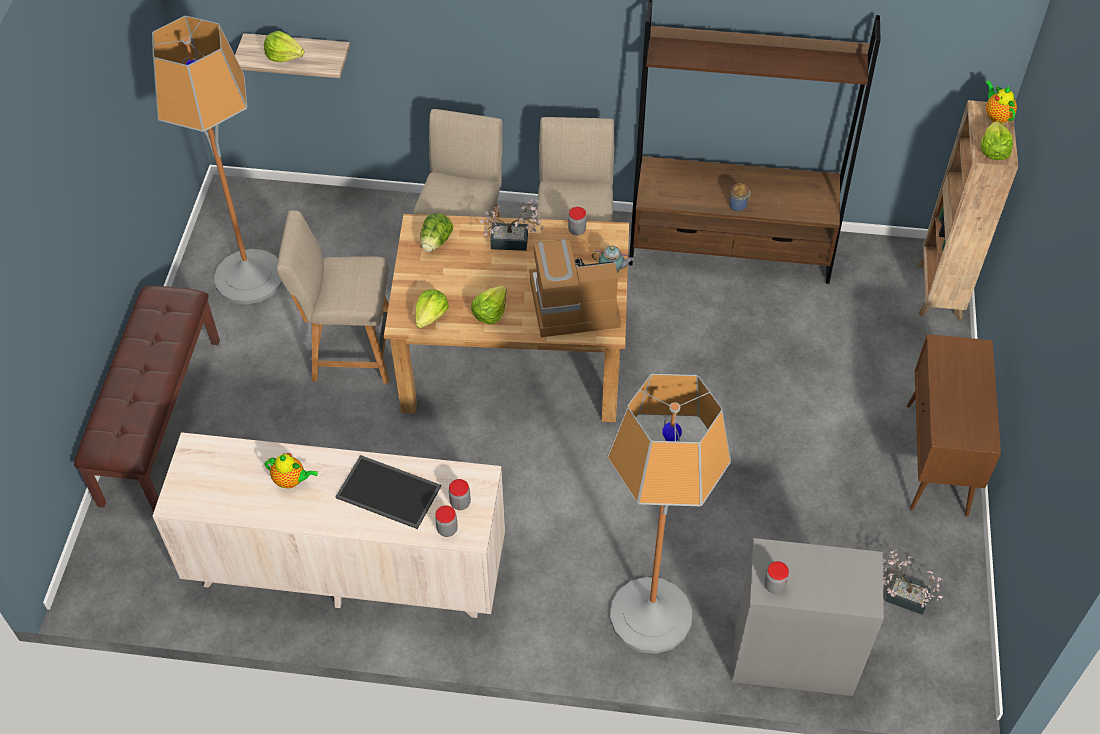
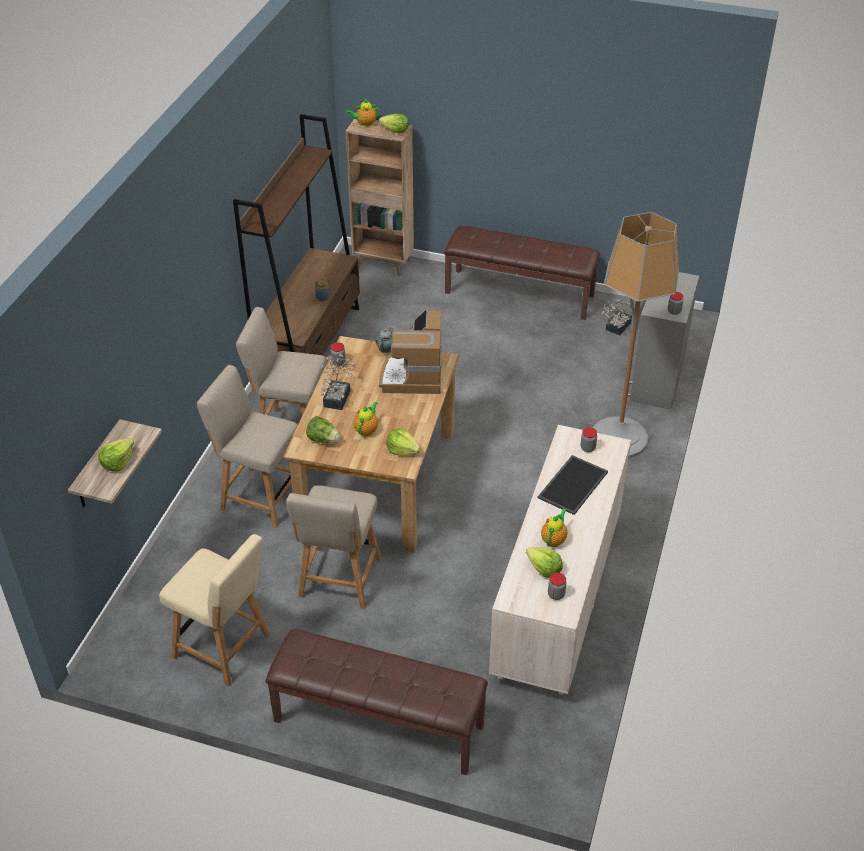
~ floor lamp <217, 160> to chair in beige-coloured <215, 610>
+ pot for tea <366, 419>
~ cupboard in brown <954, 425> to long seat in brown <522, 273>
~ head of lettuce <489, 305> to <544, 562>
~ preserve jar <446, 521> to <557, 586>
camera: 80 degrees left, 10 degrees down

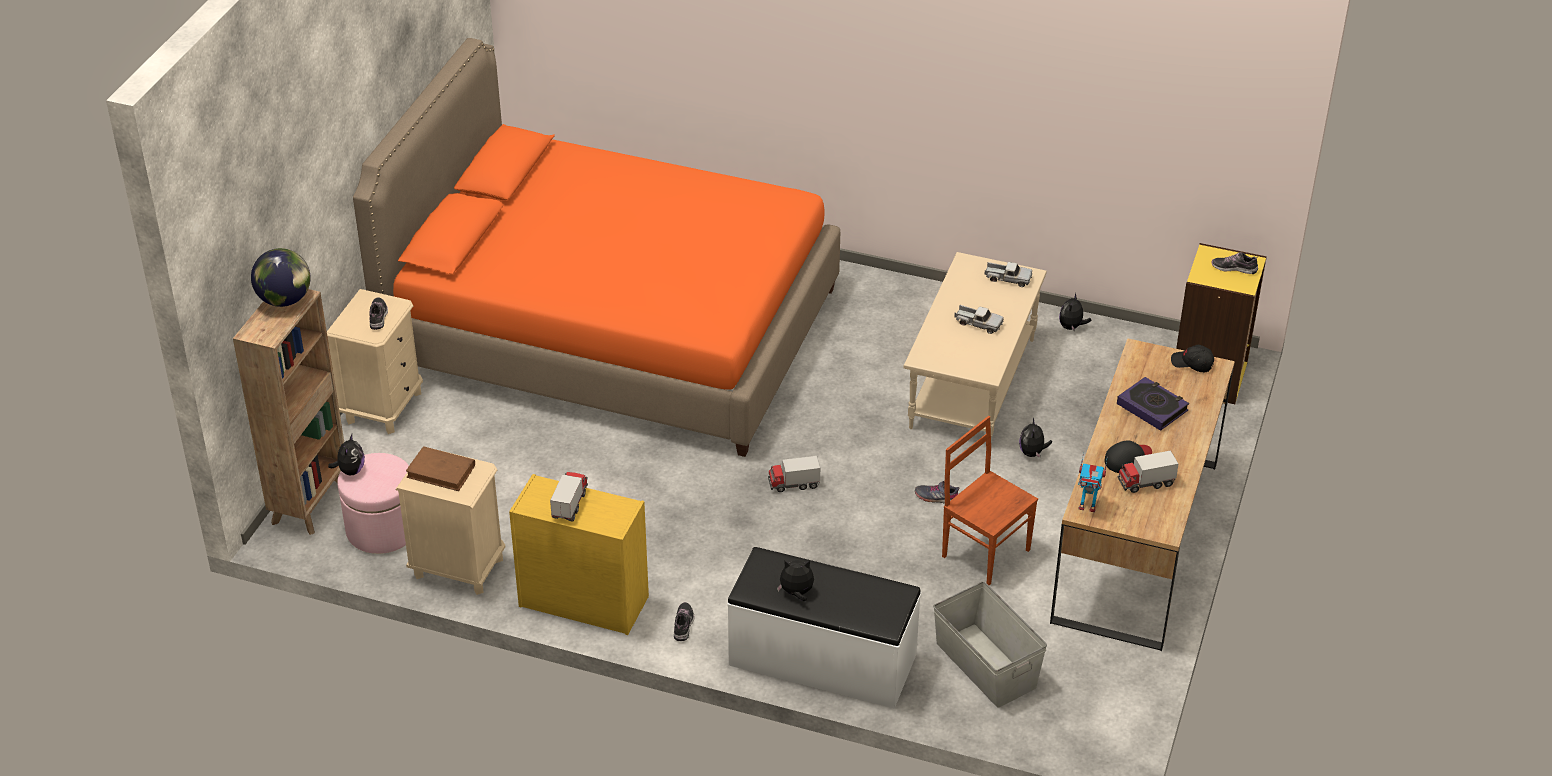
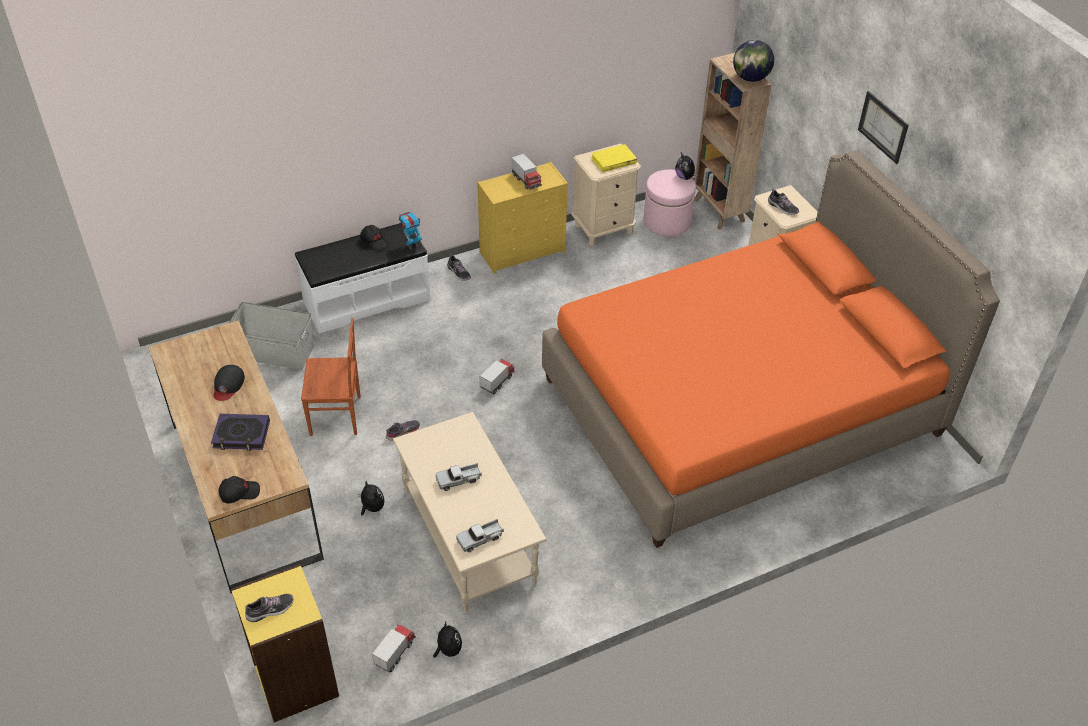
~ cuddly toy <795, 580> to cap in black <374, 238>
~ model truck <1147, 471> to <394, 648>
~ model robot <1092, 482> to <410, 230>
~ book in brown <440, 468> to book in yellow <613, 158>
+ wall art <883, 127>
camera: 135 degrees right, 5 degrees up

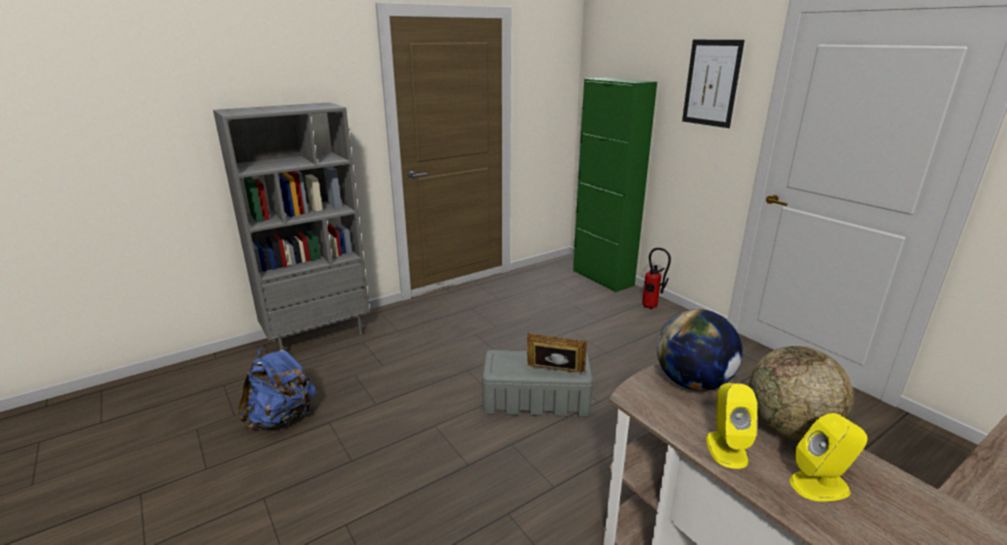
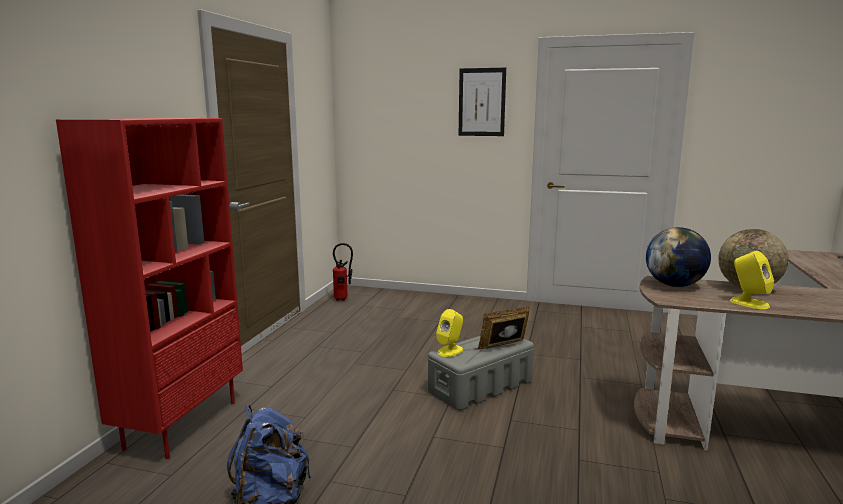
~ bookshelf in grey <291, 227> to bookshelf in red-coloured <149, 288>
~ fire extinguisher <656, 278> to <343, 272>
~ audio speaker in yellow <828, 457> to <449, 333>
- cupboard in green-coloured <615, 185>
camera: 40 degrees left, 10 degrees down

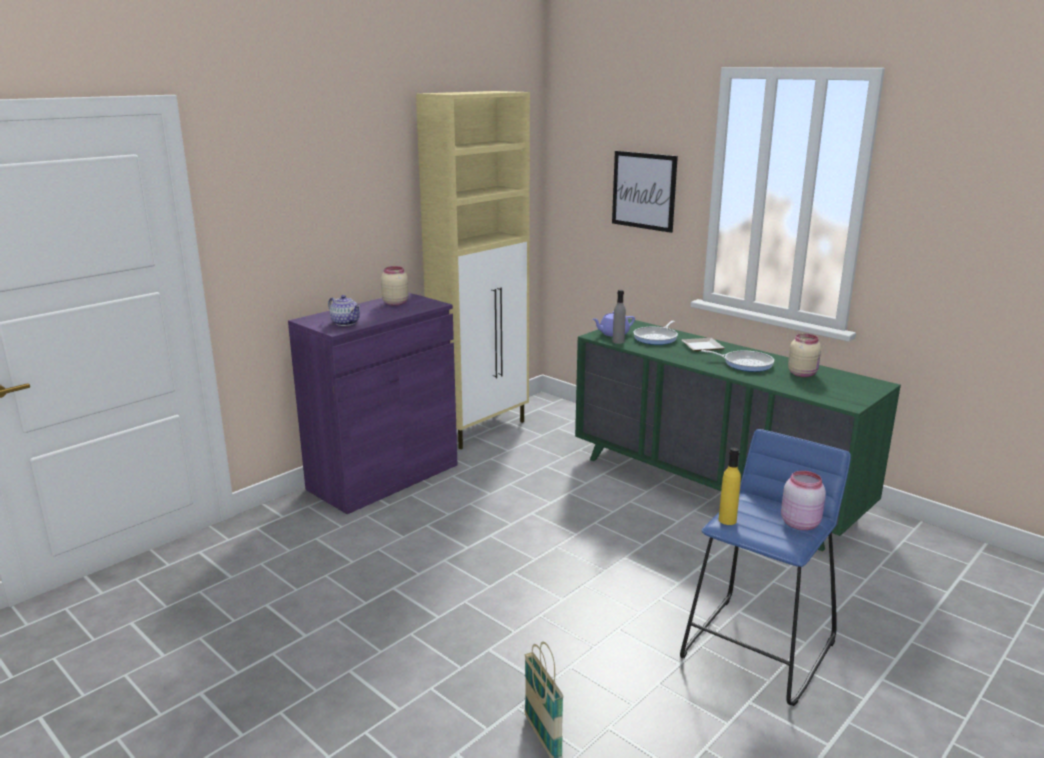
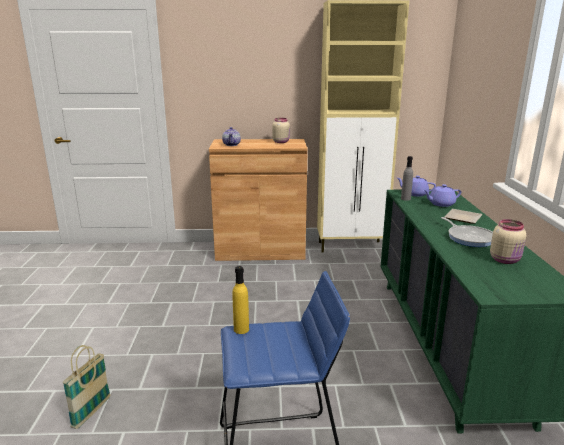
~ cupboard in purple-coloured <373, 403> to cupboard in brown <258, 200>
~ frying pan <655, 332> to pot for tea in purple-coloured <442, 195>
- wall art <645, 192>
- preserve jar in pinkish <803, 500>
camera: 45 degrees right, 0 degrees up

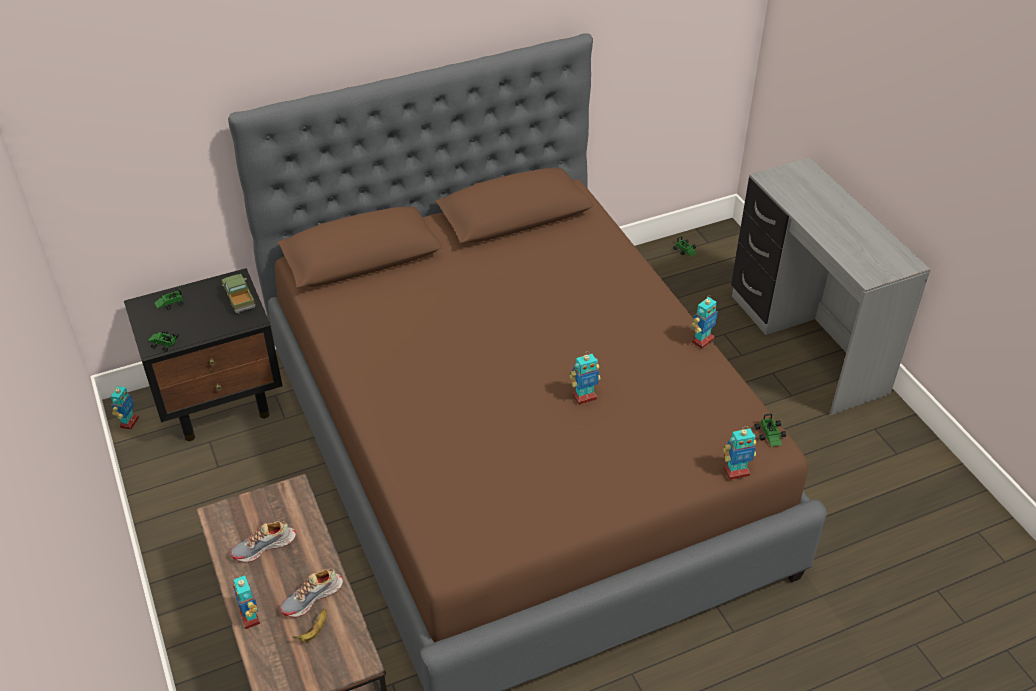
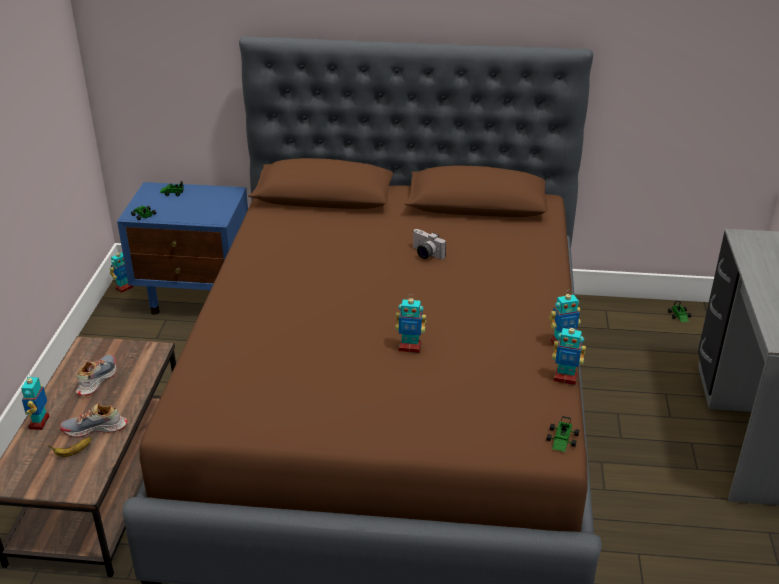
~ low shoe <263, 542> = <96, 375> 105 degrees clockwise
~ night table in black <203, 354> to night table in blue <182, 248>
+ photo camera <429, 244>
~ model robot <739, 453> to <569, 354>
- model truck <238, 294>
camera: 30 degrees right, 10 degrees down

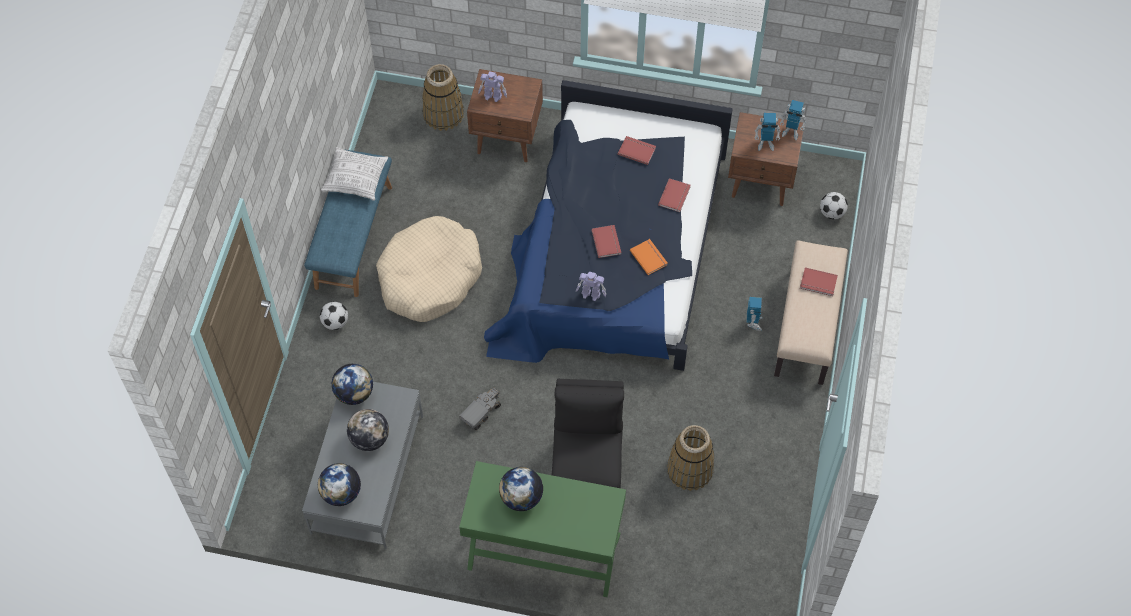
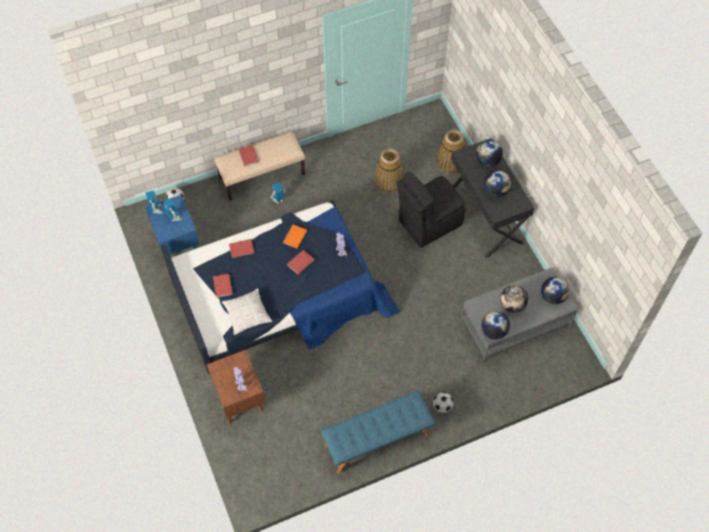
~ night table in brown <766, 159> to night table in blue <172, 226>
~ pillow <354, 174> to <247, 311>
~ basket <443, 97> to <451, 152>
~ desk in green-coloured <542, 529> to desk in black <493, 198>
+ globe <489, 153>
- pet bed in beige-coloured <429, 269>
- model truck <480, 409>
camera: 125 degrees left, 0 degrees up

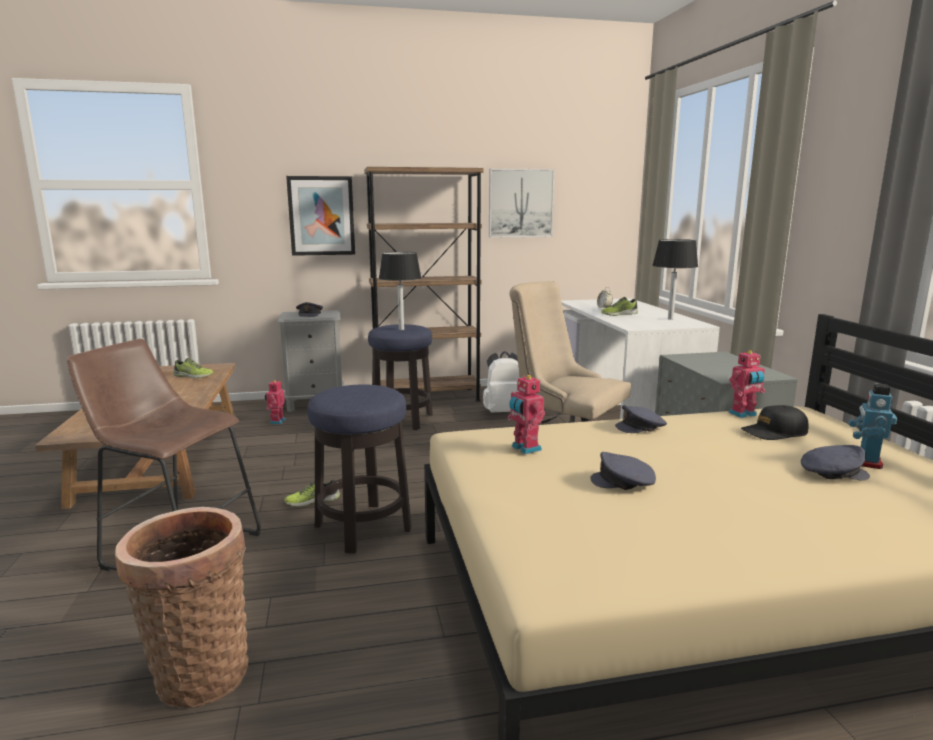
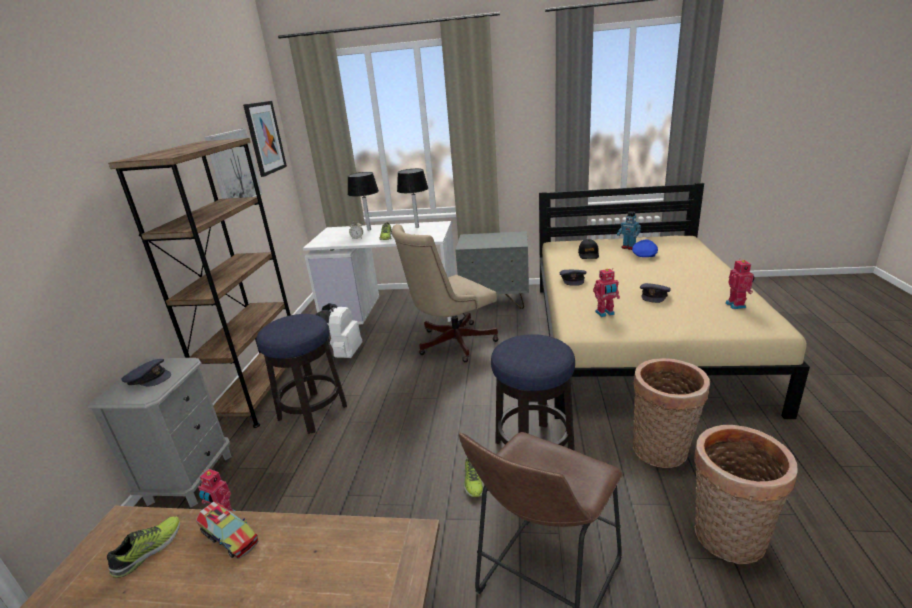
+ model truck <227, 530>
~ wall art <320, 216> to <265, 139>
~ lamp for a table in black <400, 291> to <363, 201>
~ cap in grey <835, 463> to cap in blue <645, 248>
+ basket <671, 413>
~ model robot <746, 384> to <740, 284>
camera: 70 degrees left, 10 degrees up

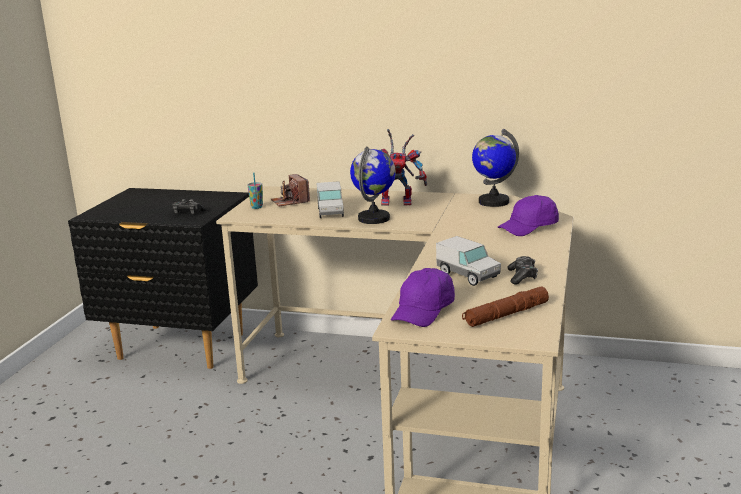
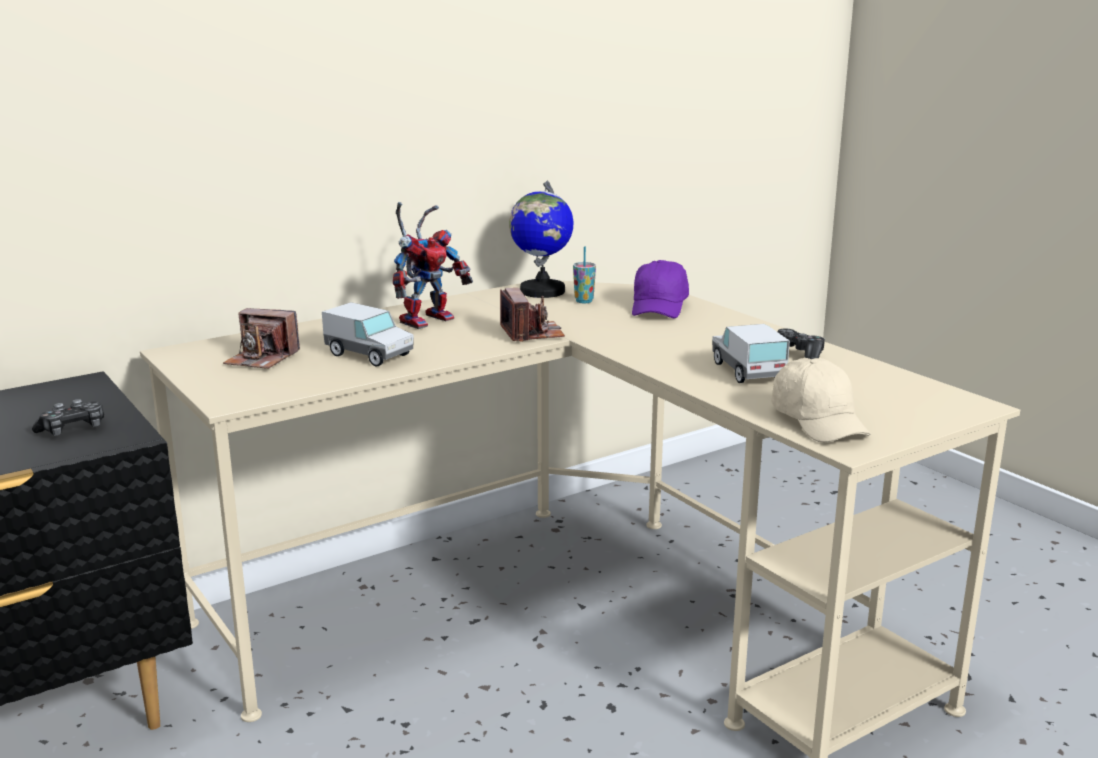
+ photo camera <532, 315>
~ cup <255, 191> to <584, 274>
~ model truck <468, 261> = <751, 353> 105 degrees counterclockwise
~ cap in purple-coloured <423, 297> to cap in beige-coloured <821, 400>
- globe <373, 185>
- flashlight in brown <505, 307>
camera: 50 degrees left, 0 degrees up

